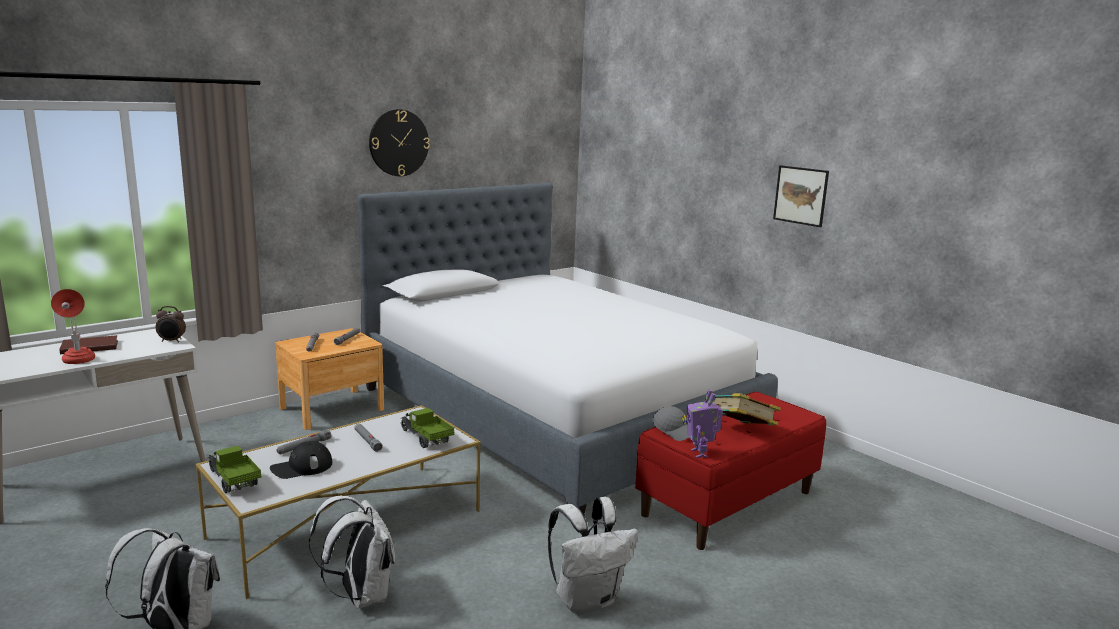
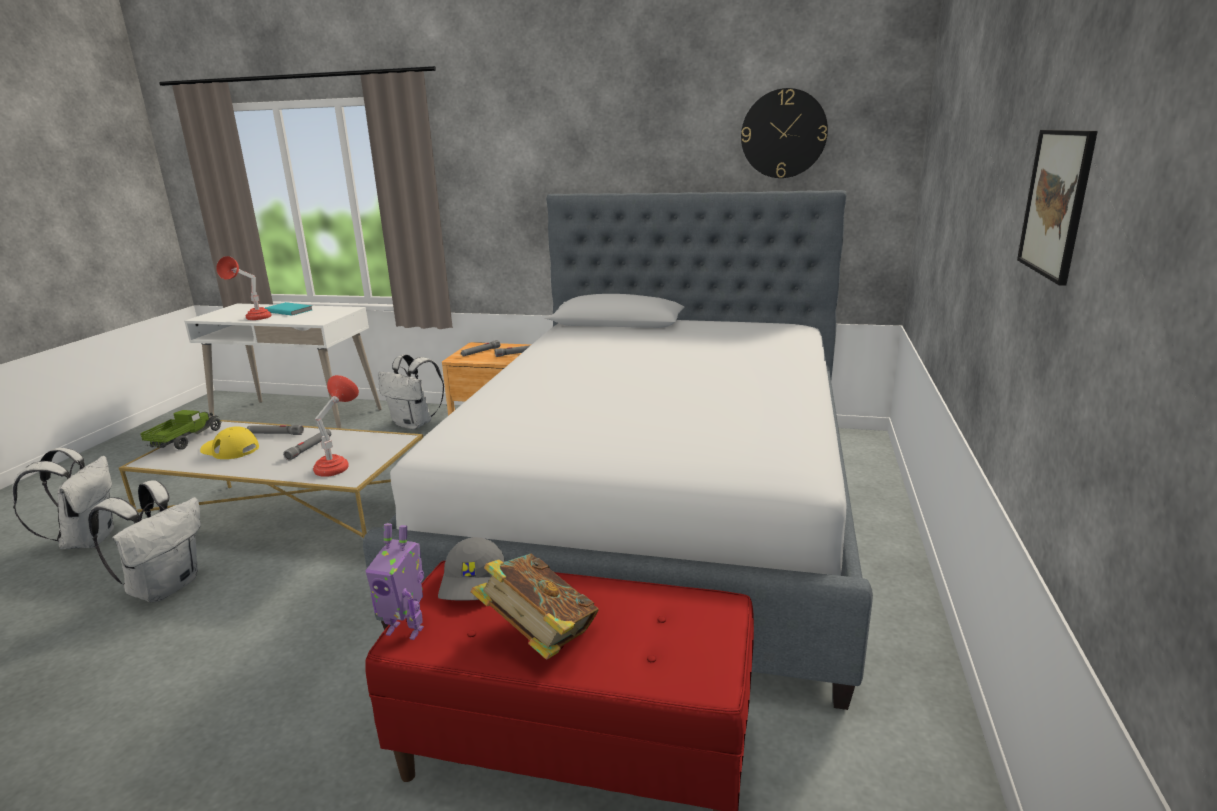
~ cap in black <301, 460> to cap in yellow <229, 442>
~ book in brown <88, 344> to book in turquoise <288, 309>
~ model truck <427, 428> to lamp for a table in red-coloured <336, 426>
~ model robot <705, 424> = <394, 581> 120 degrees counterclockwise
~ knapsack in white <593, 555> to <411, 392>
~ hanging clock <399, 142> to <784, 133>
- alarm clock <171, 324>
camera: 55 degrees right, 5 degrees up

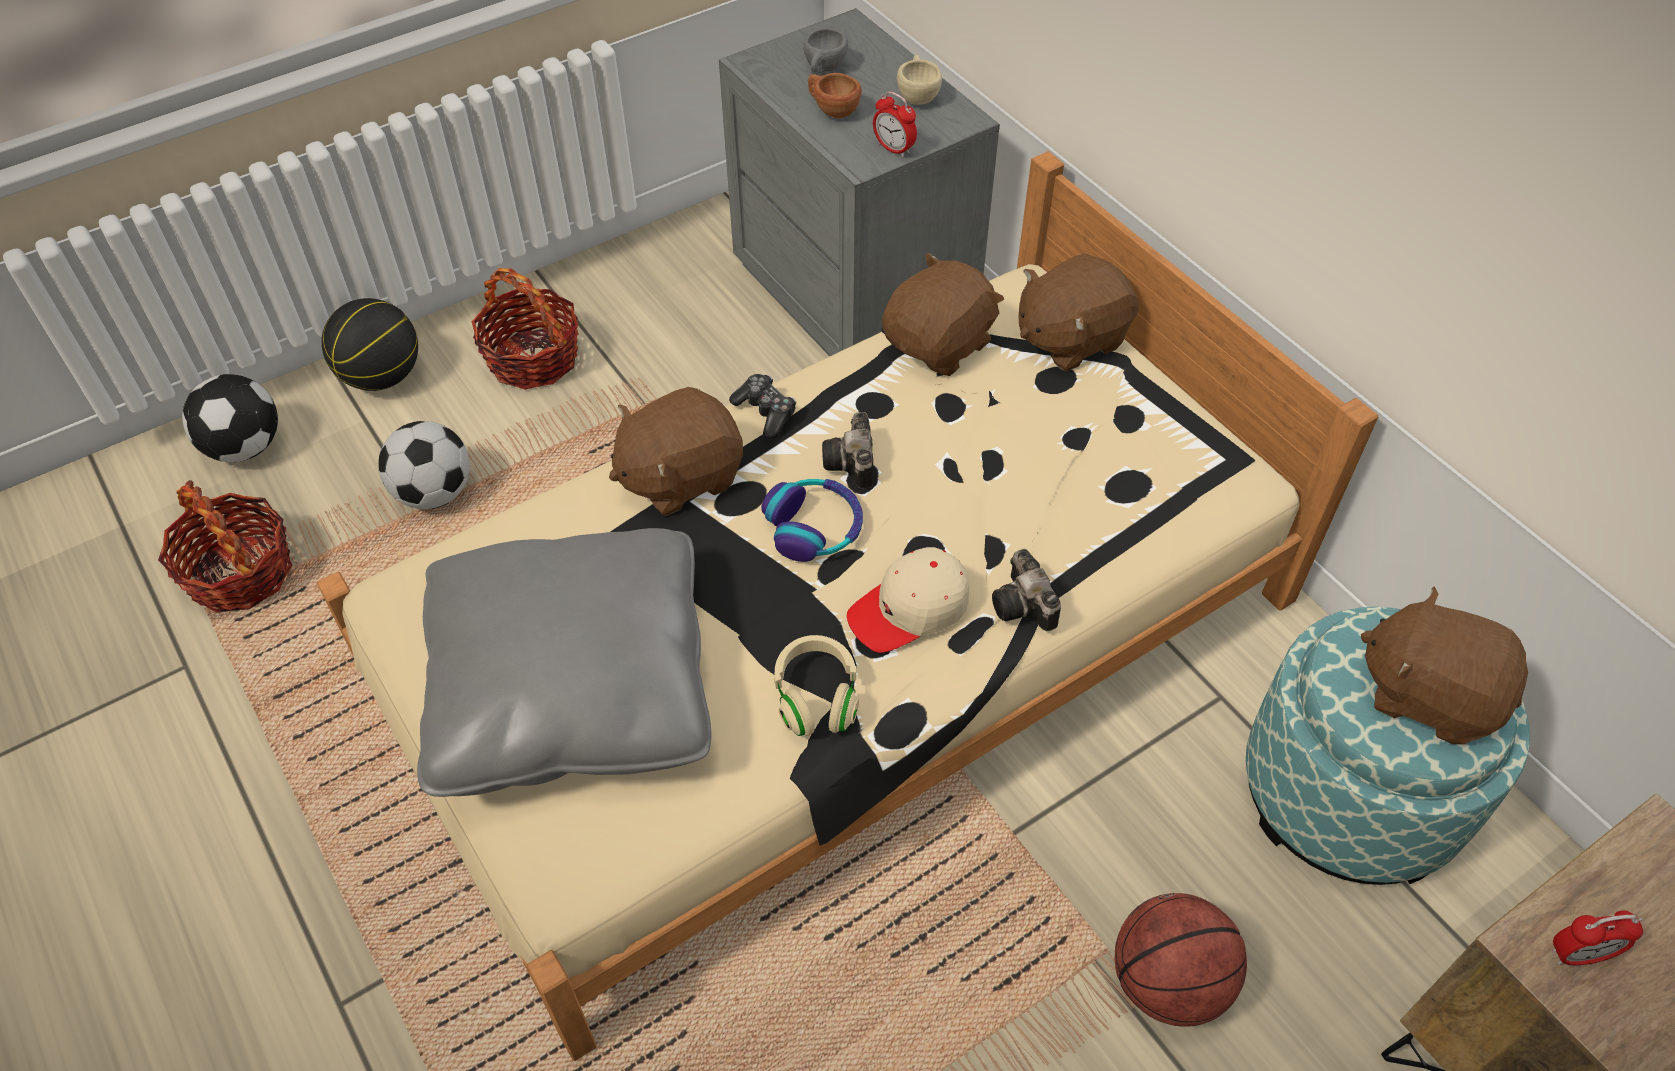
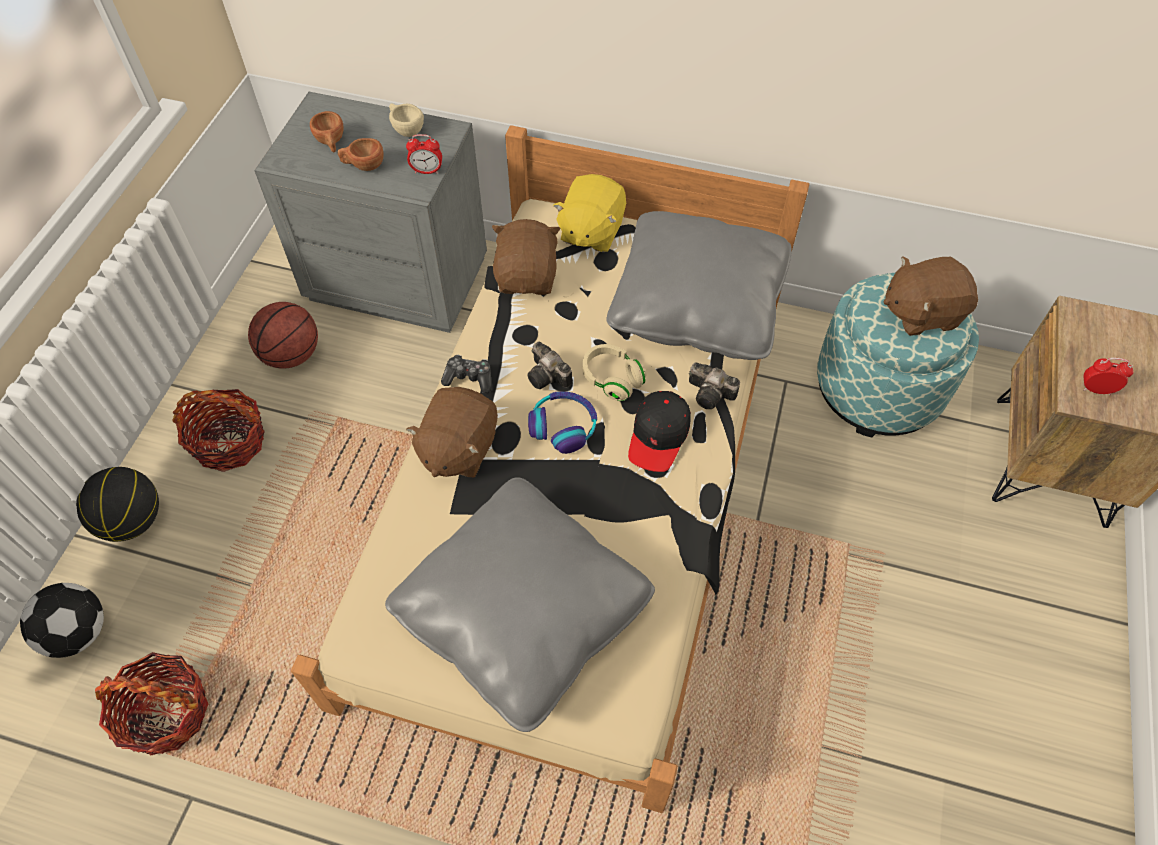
~ basketball <1181, 959> to <283, 335>
~ cup in grey <825, 52> to cup in brown <326, 131>
~ cuddly toy in brown <1079, 312> to cuddly toy in yellow <589, 213>
~ pair of headphones in beige-coloured <816, 685> to <614, 372>
+ pillow in grey <699, 285>
~ cap in beige-coloured <908, 600> to cap in black <659, 431>
~ alarm clock <1597, 937> = <1108, 376> 120 degrees counterclockwise
- football ball <424, 465>
camera: 40 degrees left, 5 degrees up

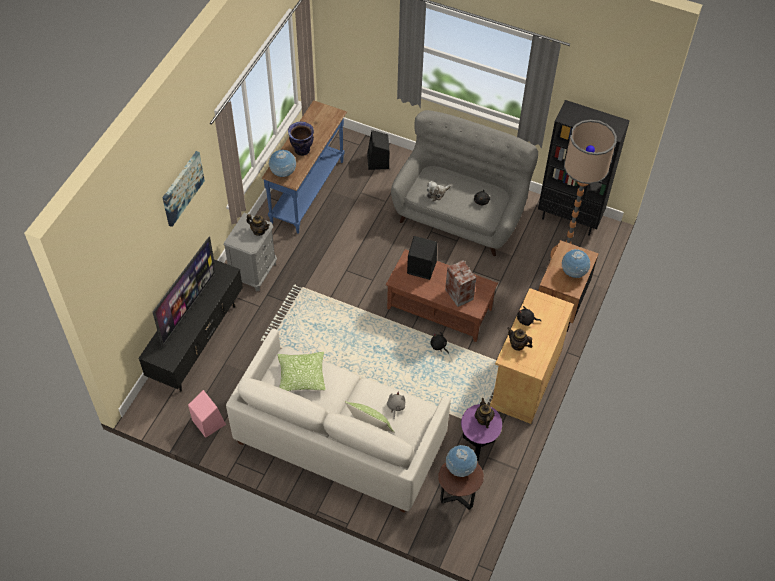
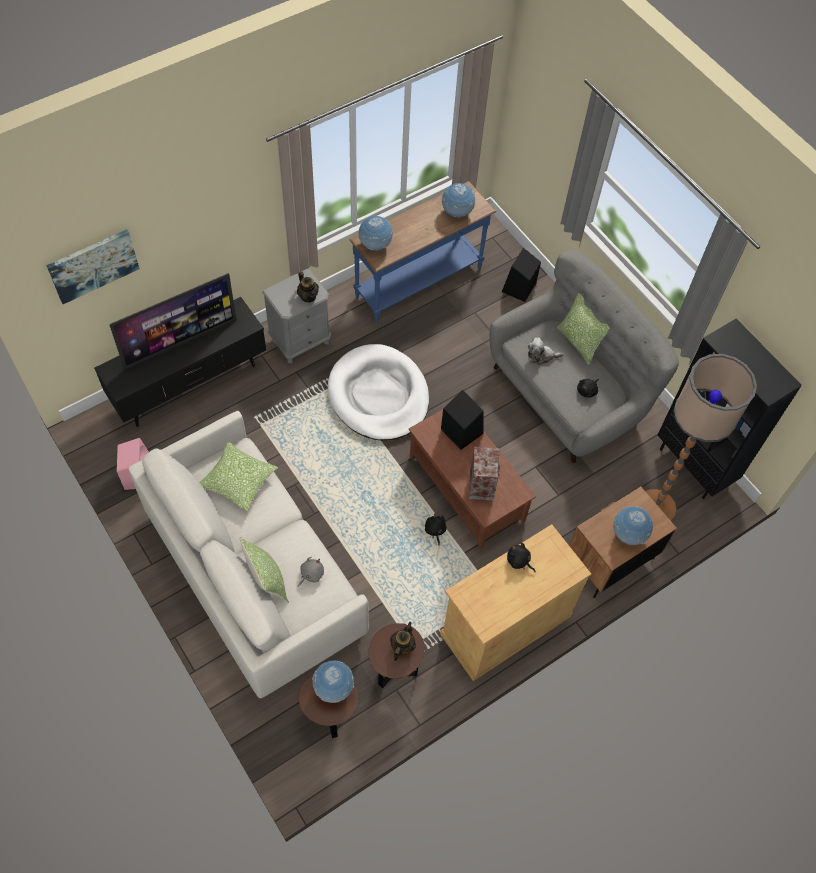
~ wall art <183, 189> to <93, 266>
+ pet bed in white <378, 392>
~ accent table in purple-coloured <481, 432> to accent table in brown <396, 655>
+ globe <458, 200>
+ pillow <583, 329>
- flower vase <301, 139>
- pot for tea <520, 339>
camera: 30 degrees right, 5 degrees up

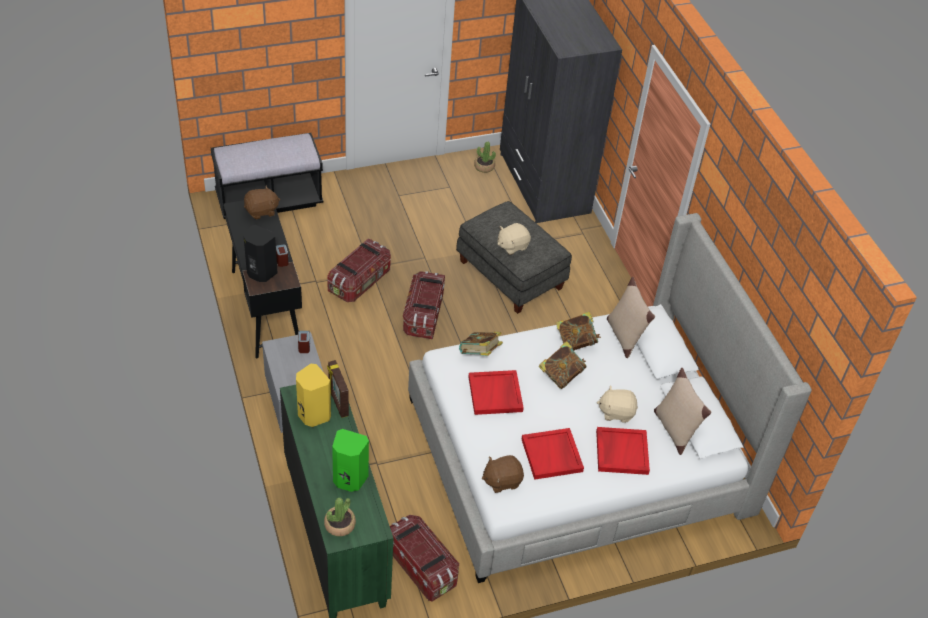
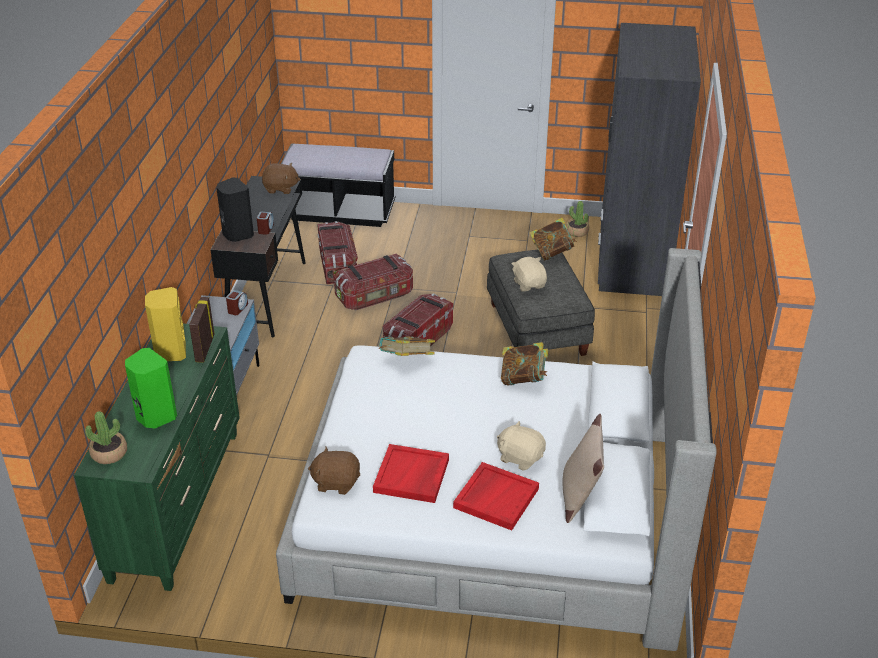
~ storage box <424, 558> to <337, 252>
~ cuddly toy in beige-coloured <514, 239> = <529, 274> 75 degrees clockwise
~ book <562, 365> to <553, 239>
- carrying tray in red-coloured <496, 392>
- pillow in beige-coloured <631, 317>
camera: 30 degrees right, 10 degrees down

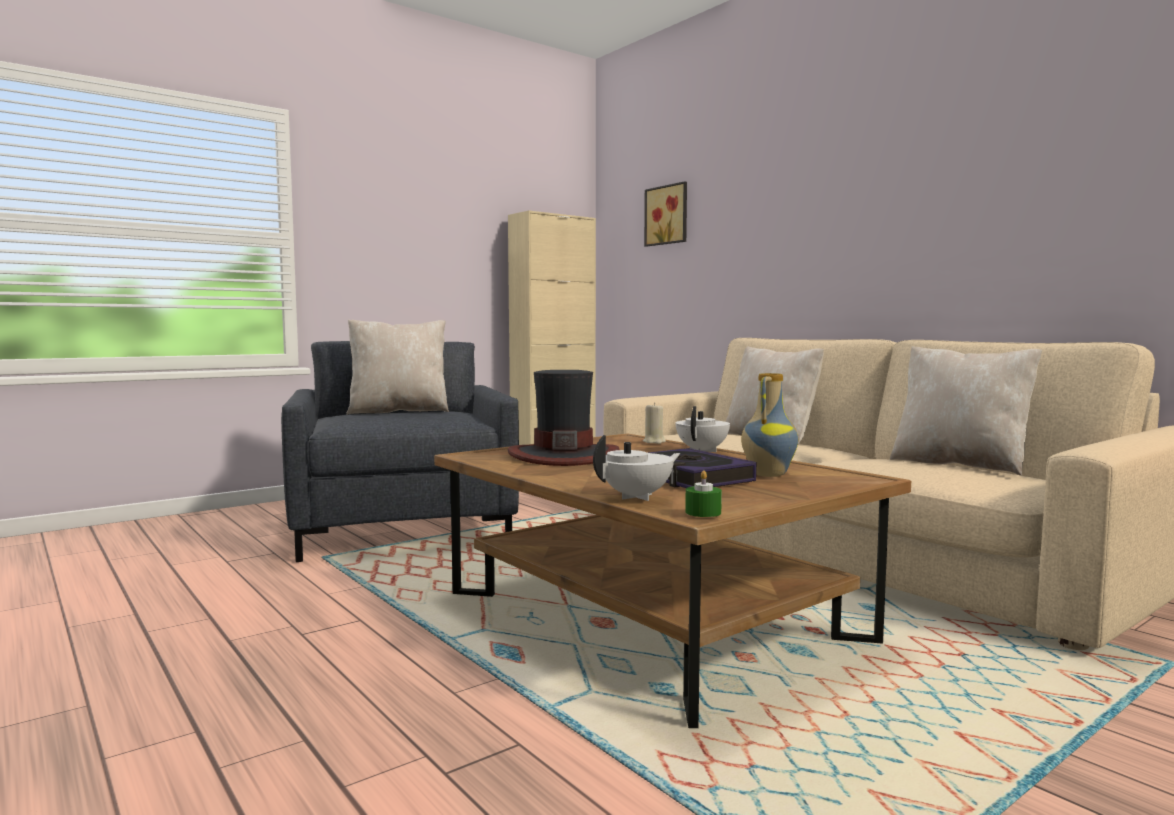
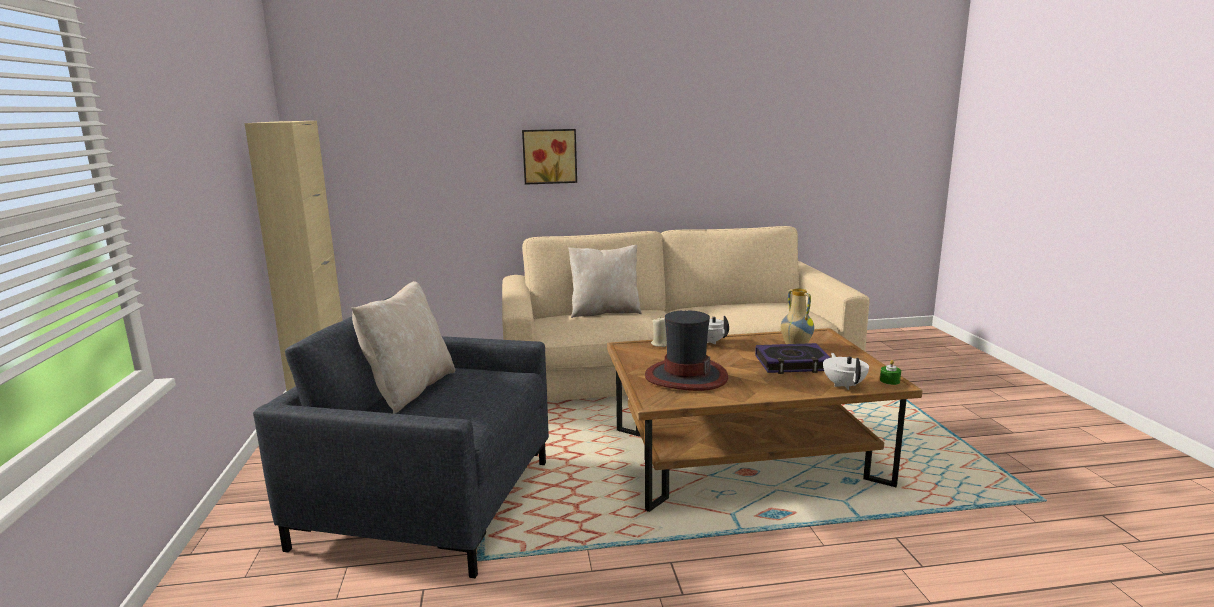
~ wall art <665, 214> to <549, 157>
- pillow in beige-coloured <966, 410>
camera: 60 degrees left, 10 degrees up

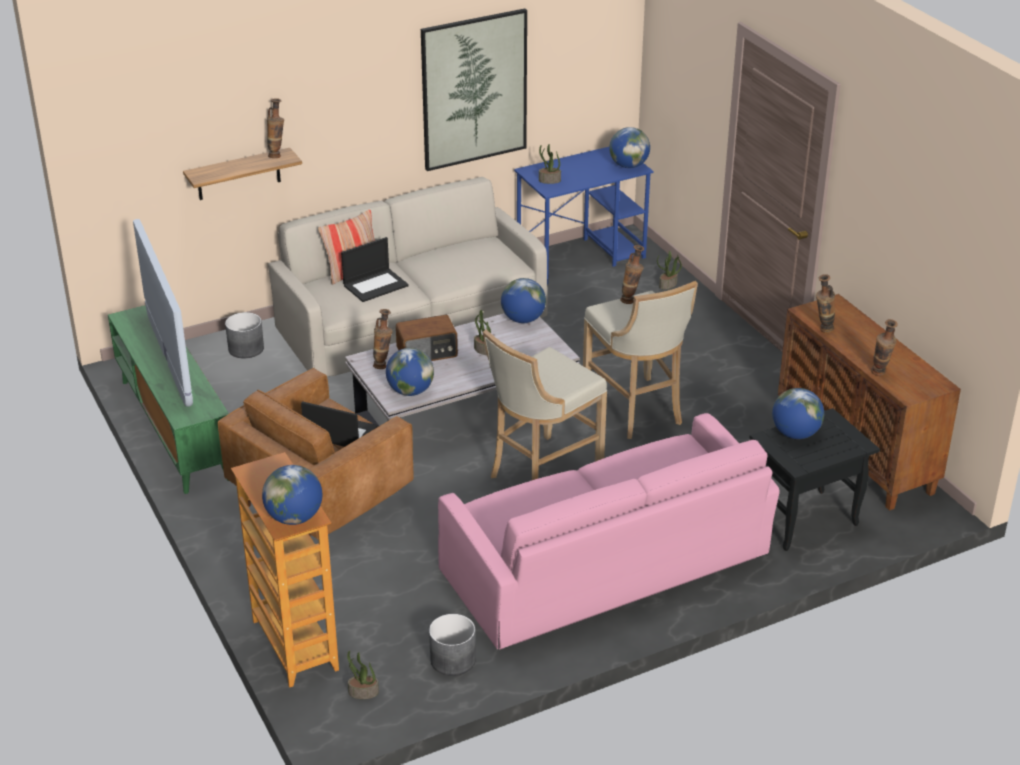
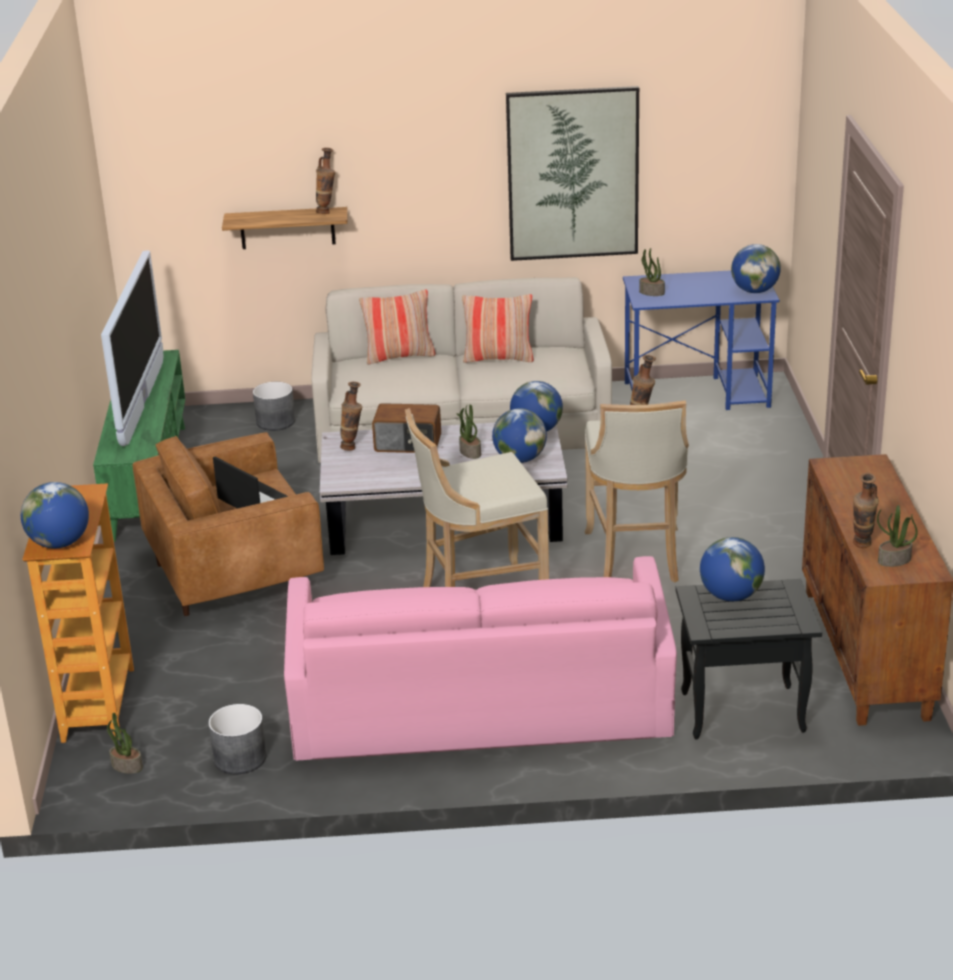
+ pillow <498, 328>
~ globe <410, 372> to <519, 435>
~ houseplant <669, 270> to <897, 536>
- portable computer <375, 269>
- flower vase <825, 303>
camera: 25 degrees right, 5 degrees down

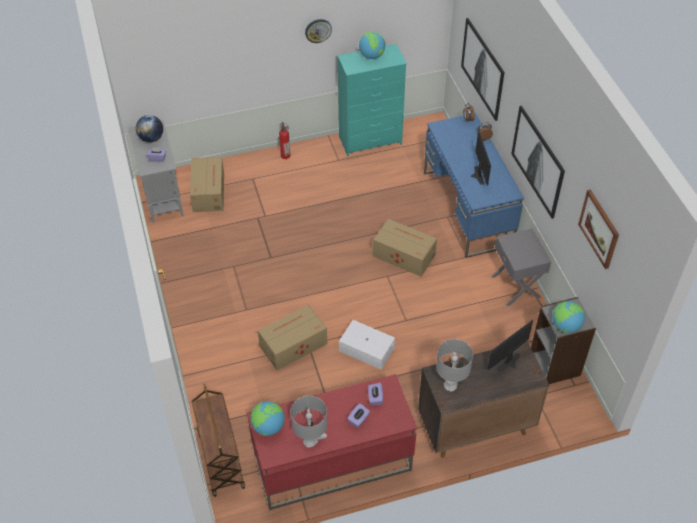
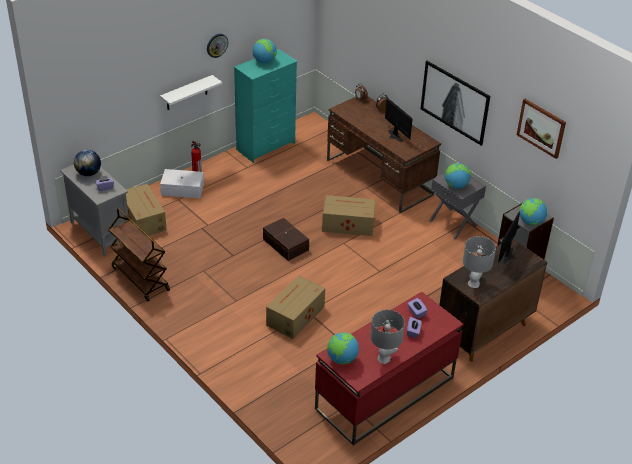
~ cart in brown <218, 440> to <139, 255>
+ bracket shelf in white <191, 92>
~ storage box in white <367, 345> to <182, 183>
+ storage box in brown <286, 239>
~ desk in blue <474, 185> to desk in brown <384, 154>
+ globe <458, 176>
- wall art <483, 69>
camera: 25 degrees left, 10 degrees down

